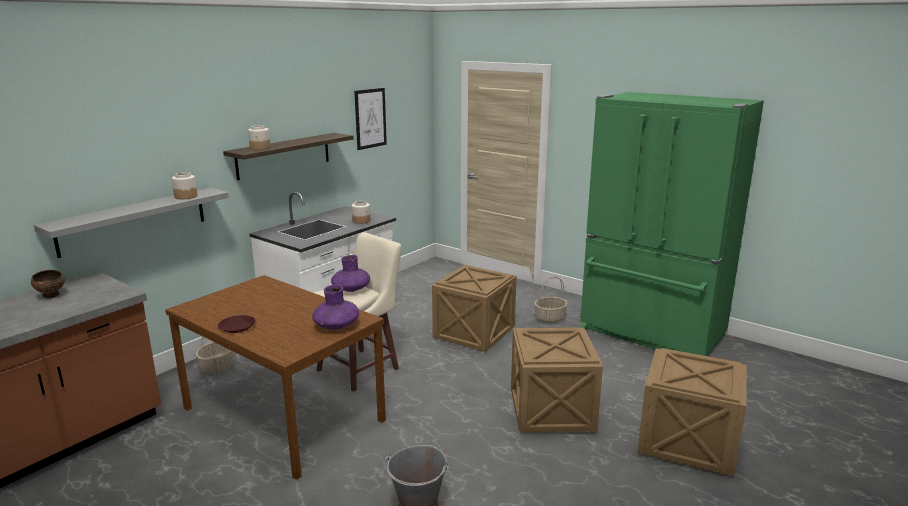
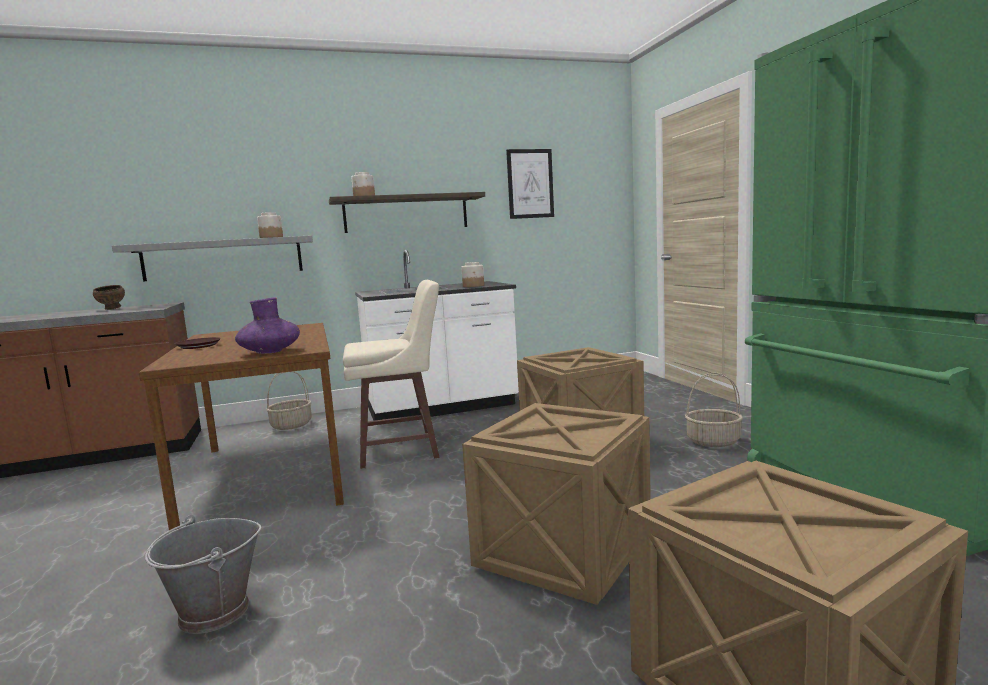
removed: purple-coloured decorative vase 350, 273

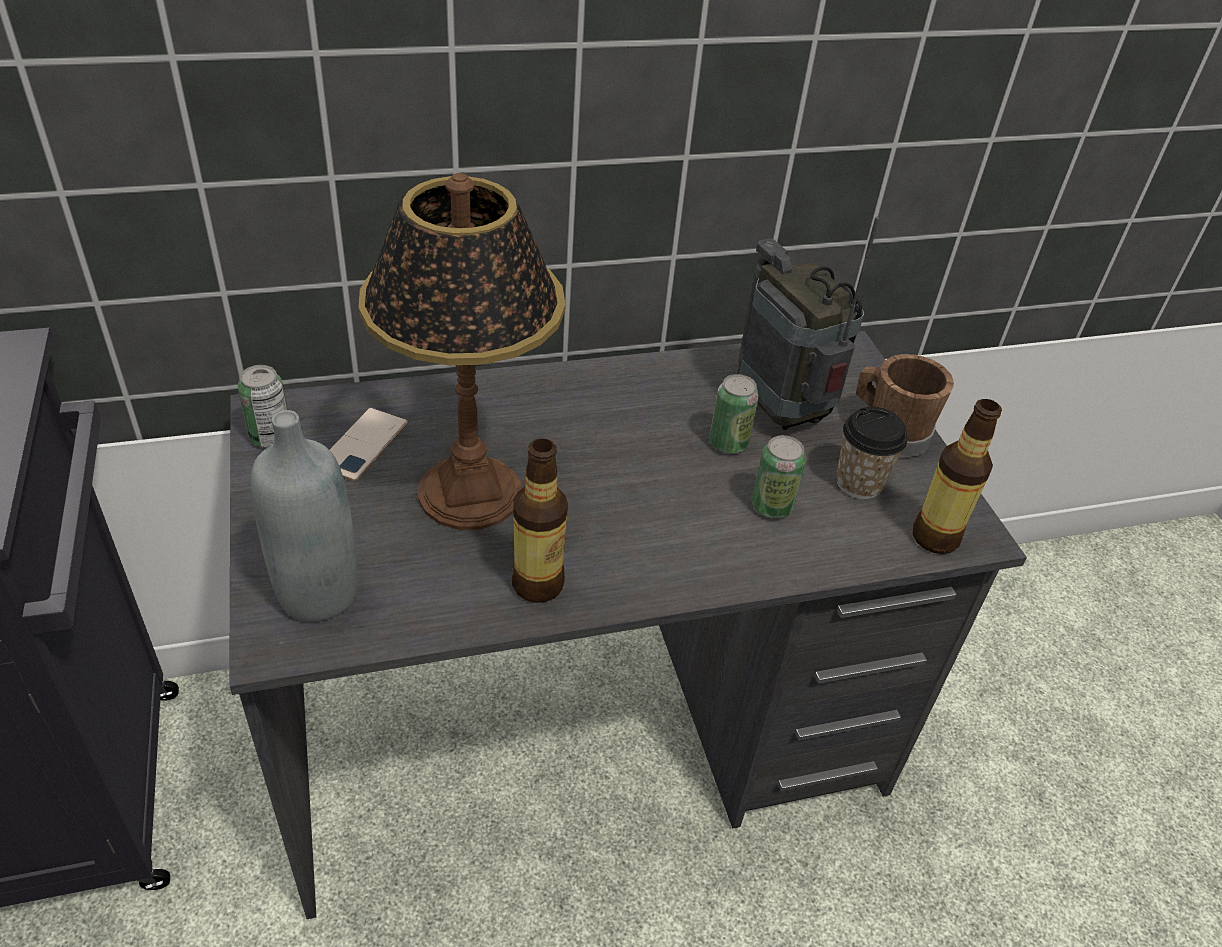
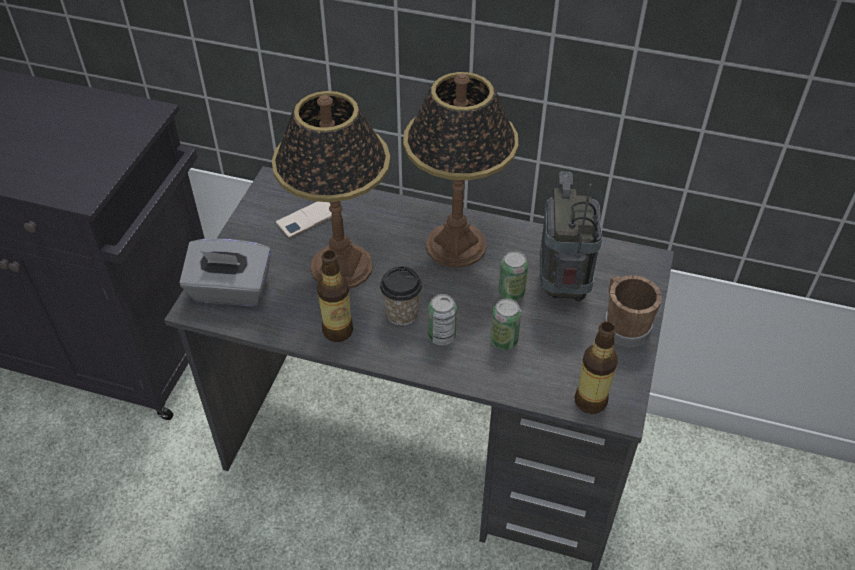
added: lamp for a table 460, 170
moved: can 263, 406 to 442, 320; cup 871, 453 to 401, 296
replaced: grey bottle 304, 516 to grey box of tissues 225, 272

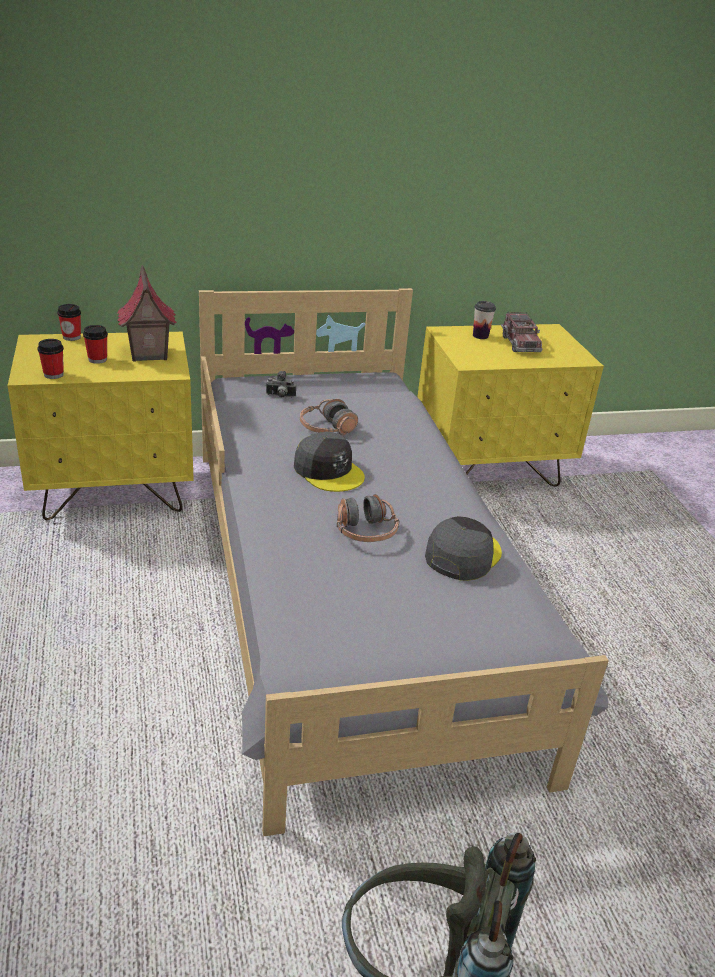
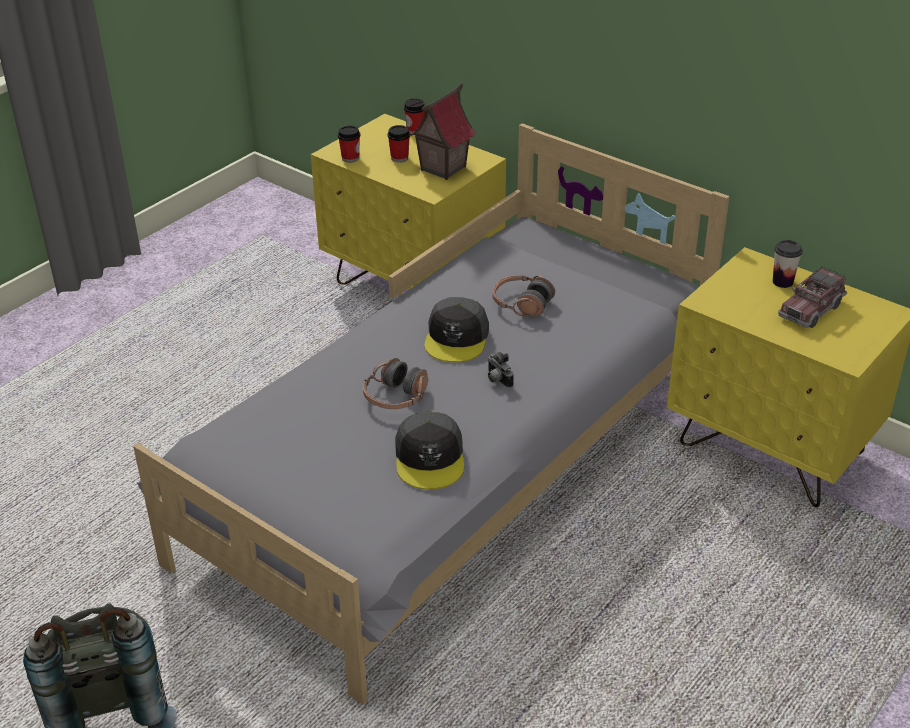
moved: still camera 281, 384 to 501, 370
turned: grey peaked cap 463, 548 = 429, 450 90 degrees clockwise

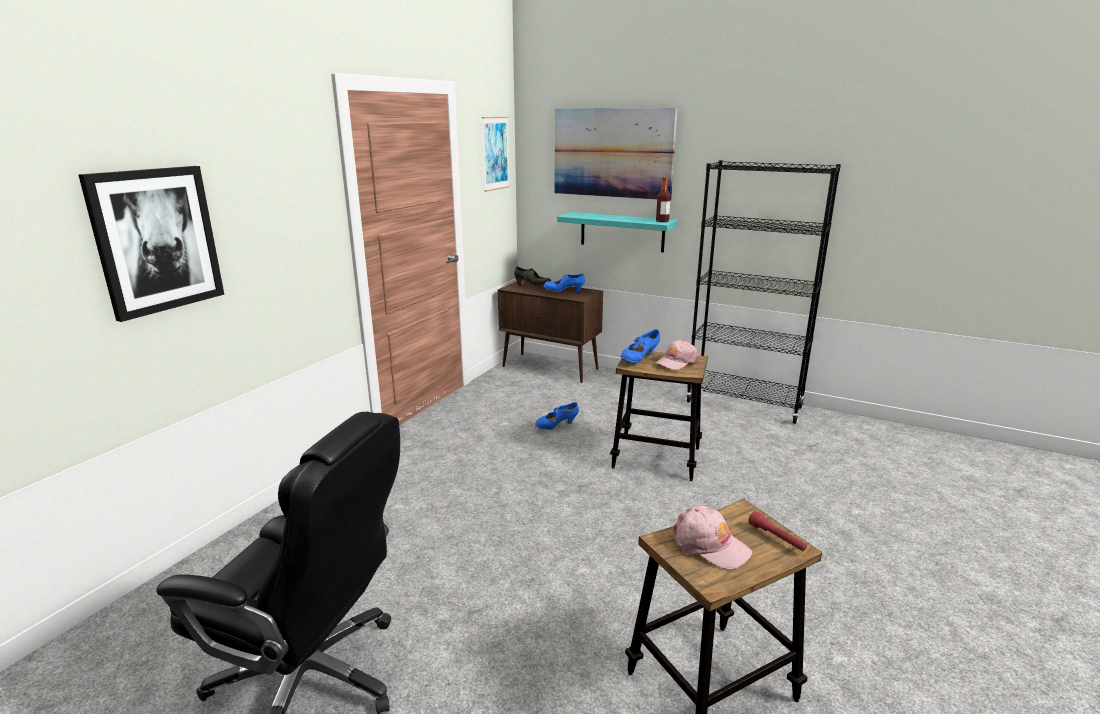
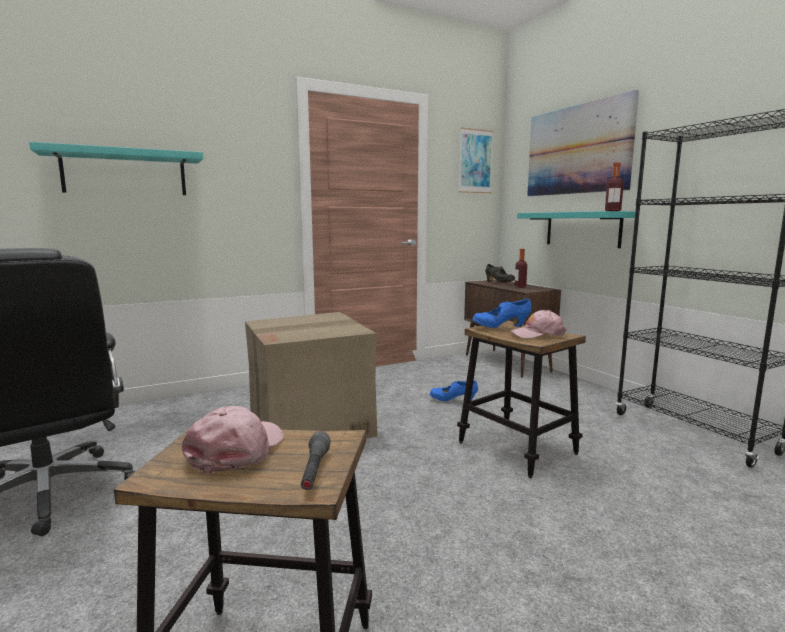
added: packing box 311, 375
replaced: wall picture 151, 244 to turquoise-coloured bracket shelf 116, 168; blue item of footwear 564, 282 to bottle 520, 268
recoloured: reddish flashlight 778, 531 to grey flashlight 316, 460
turned: pink-coloured peaked cap 712, 537 = 233, 440 150 degrees counterclockwise

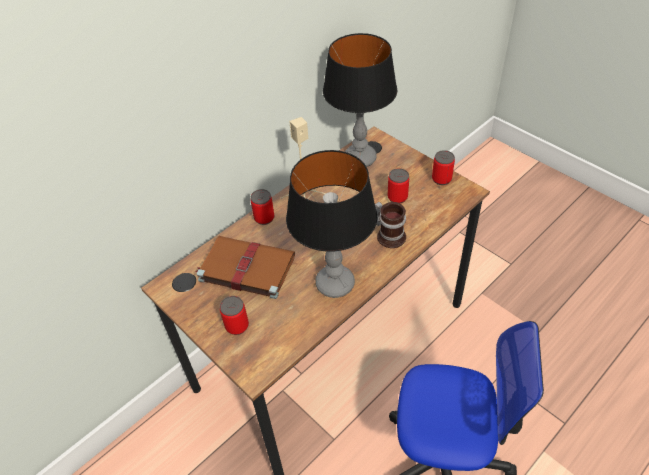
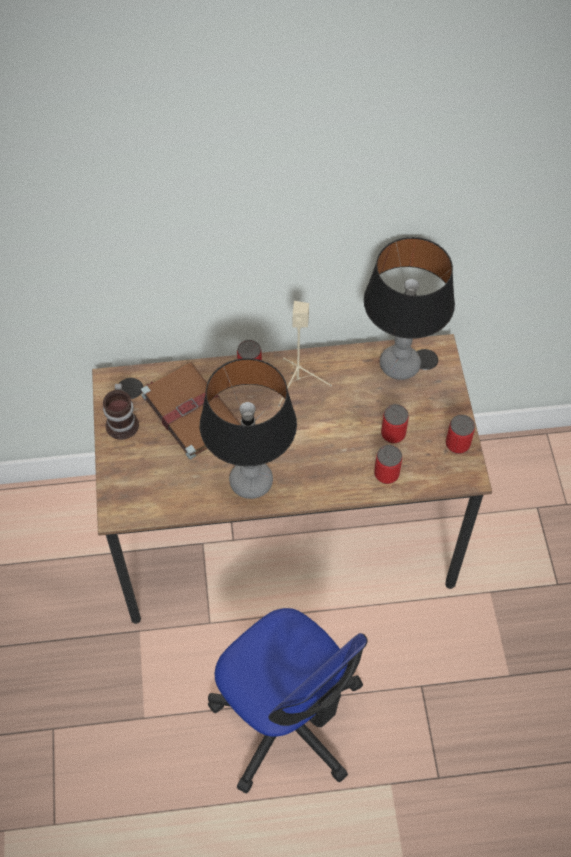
moved: can 234, 315 to 388, 464; coffee mug 390, 225 to 121, 411

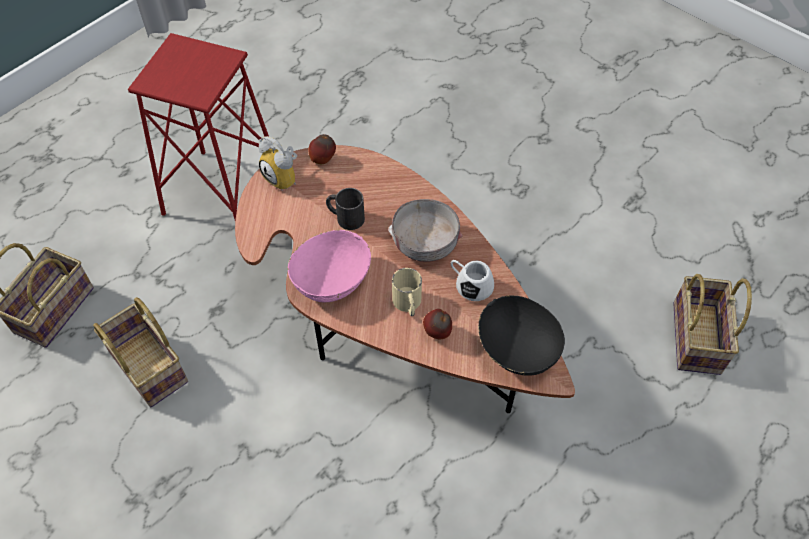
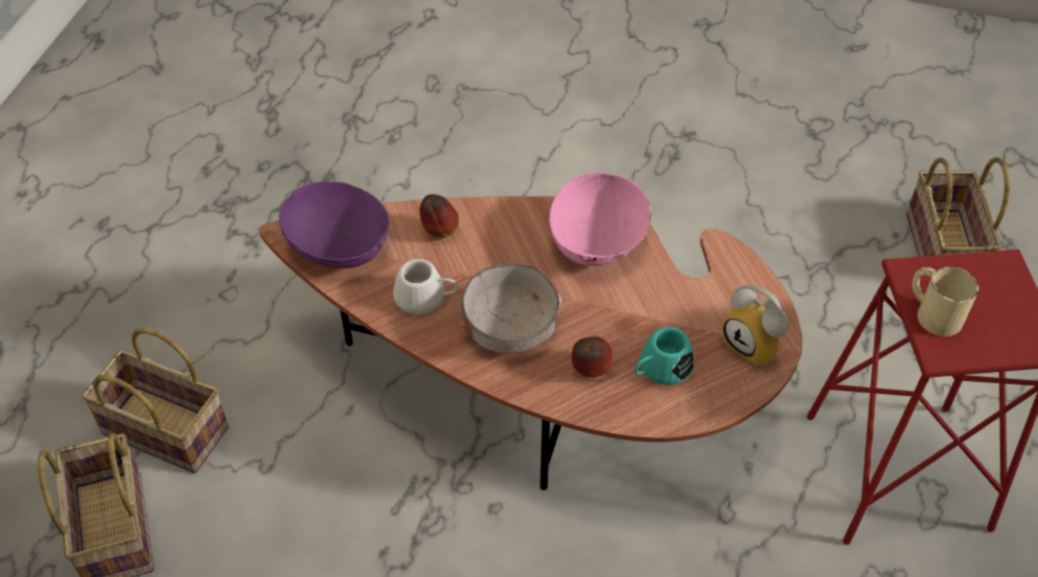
removed: black-coloured coffee mug 345, 209
added: turquoise-coloured coffee mug 664, 356
moved: basket 140, 352 to 155, 400; apple fruit 322, 149 to 592, 356; beige-coloured coffee mug 407, 292 to 945, 302
recoloured: black-coloured serving bowl 521, 335 to purple-coloured serving bowl 334, 224
turned: table clock 278, 163 = 756, 325 150 degrees counterclockwise

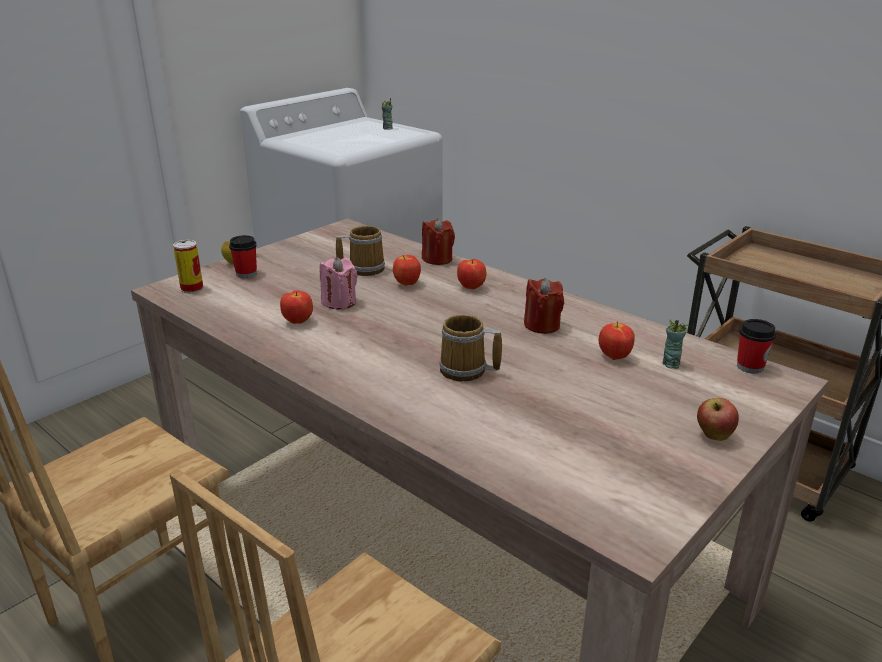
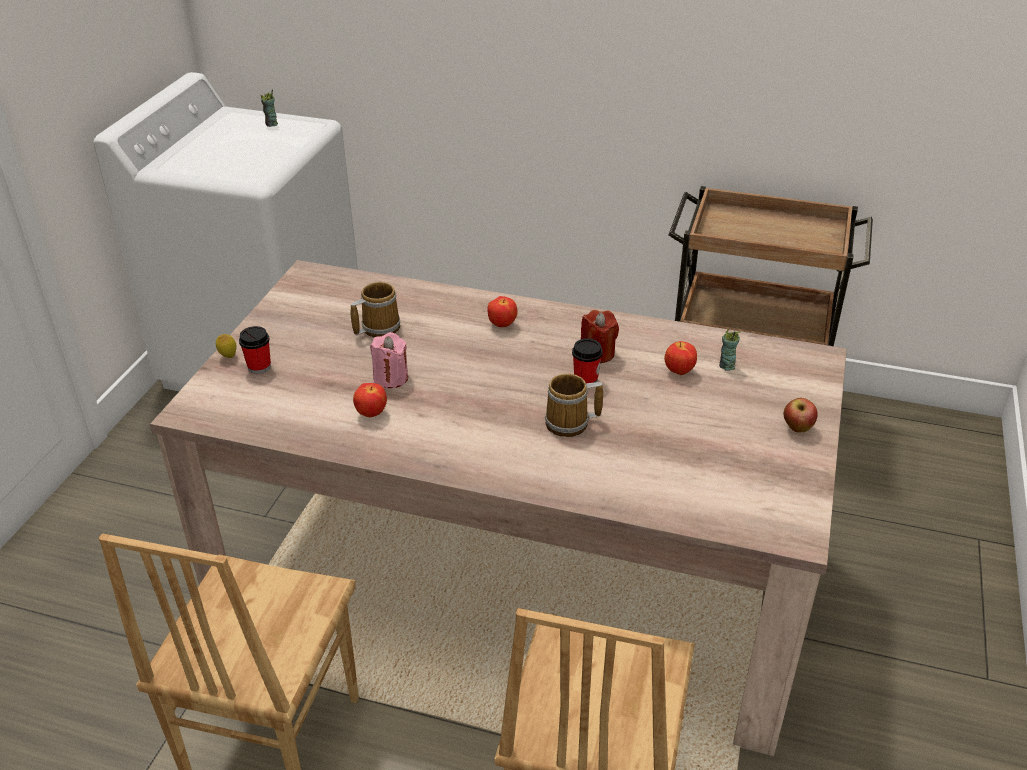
removed: can 188, 266; apple fruit 407, 270; reddish candle 438, 241
moved: cup 756, 346 to 587, 360

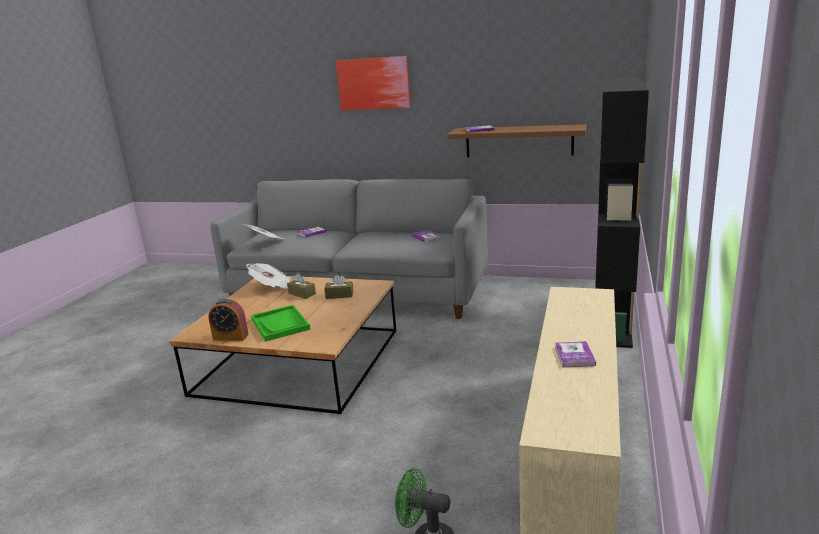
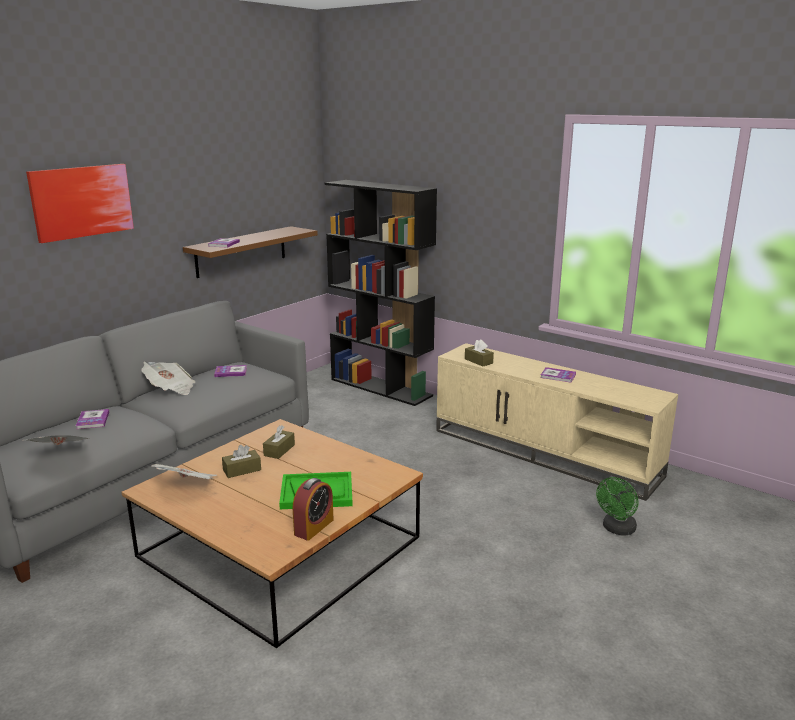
added: printed paper 168, 378; brown box of tissues 479, 352

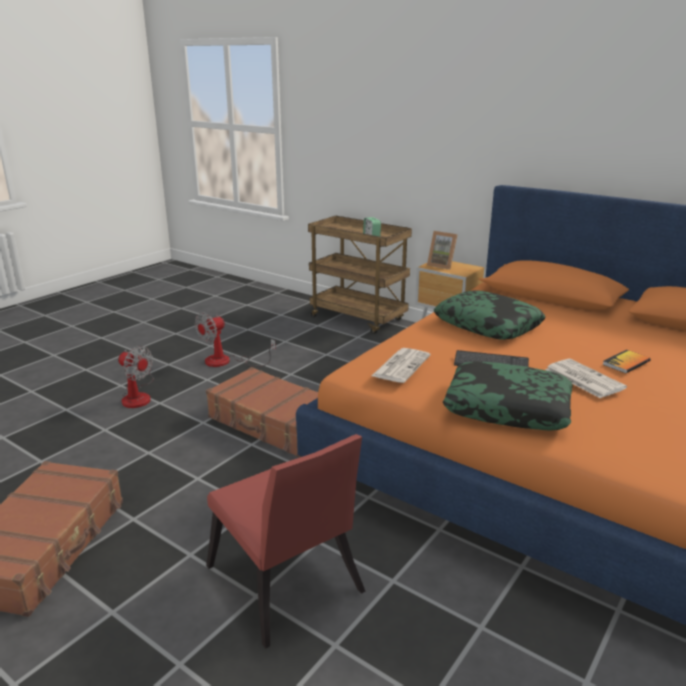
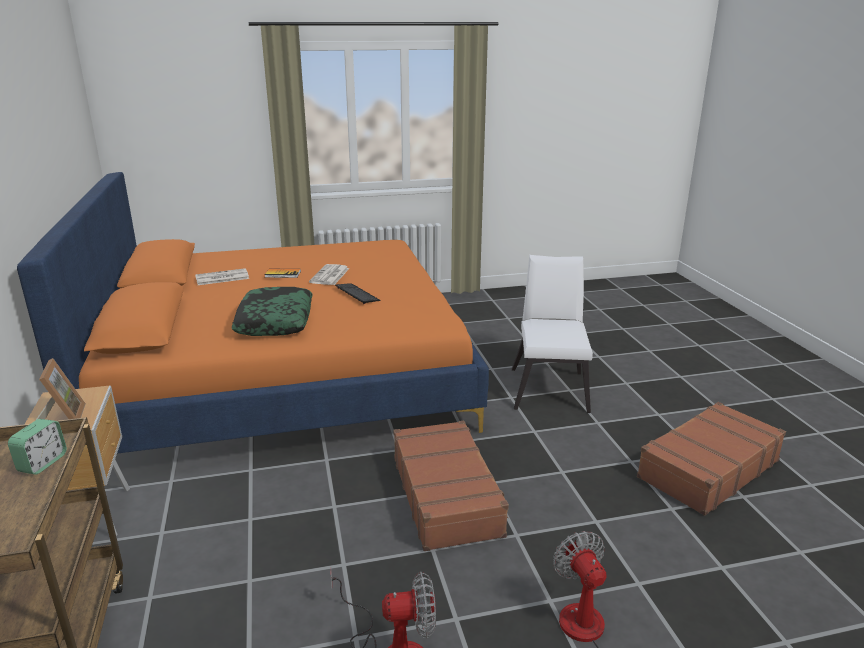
removed: throw pillow 508, 396
moved: printed paper 401, 365 to 222, 276
recoloured: reddish plain chair 285, 541 to white-coloured plain chair 552, 334

